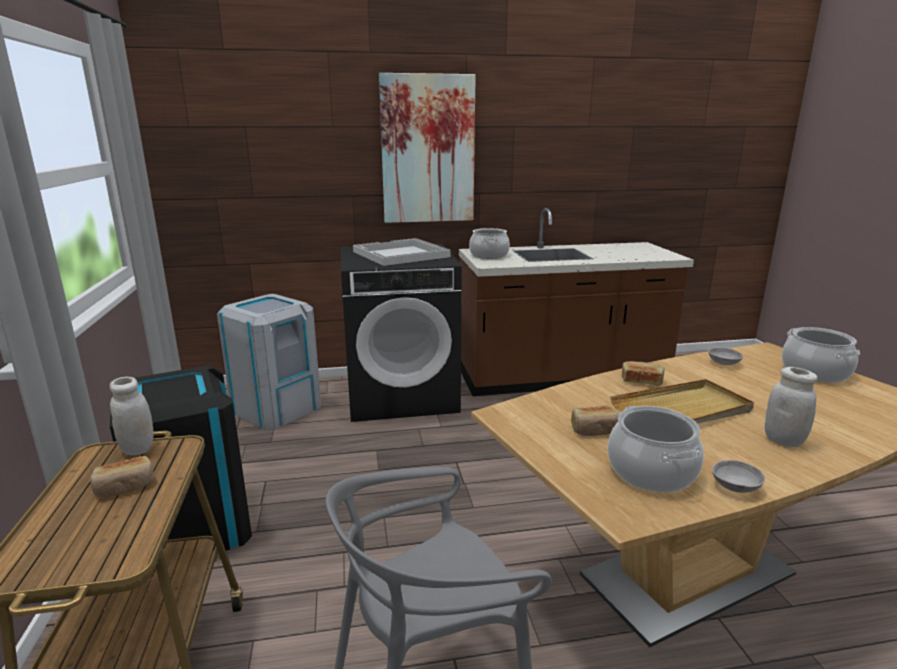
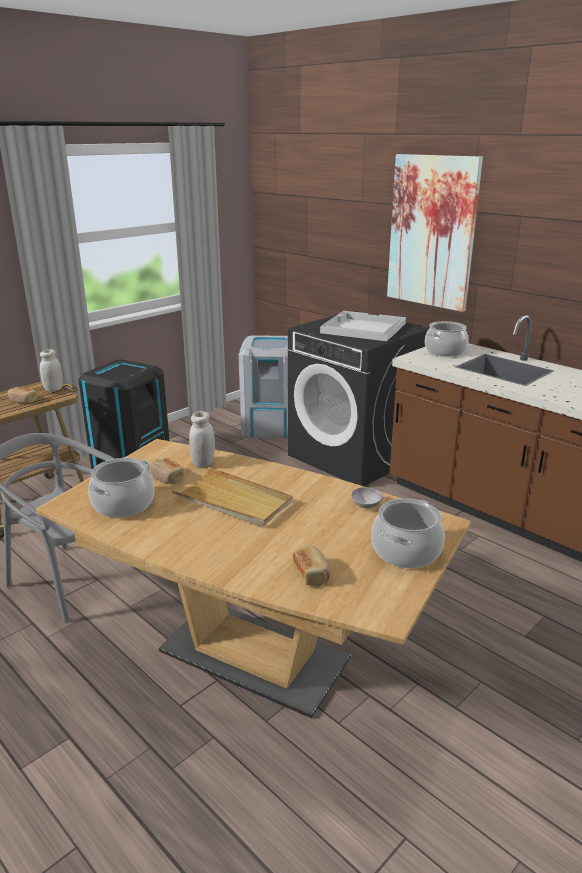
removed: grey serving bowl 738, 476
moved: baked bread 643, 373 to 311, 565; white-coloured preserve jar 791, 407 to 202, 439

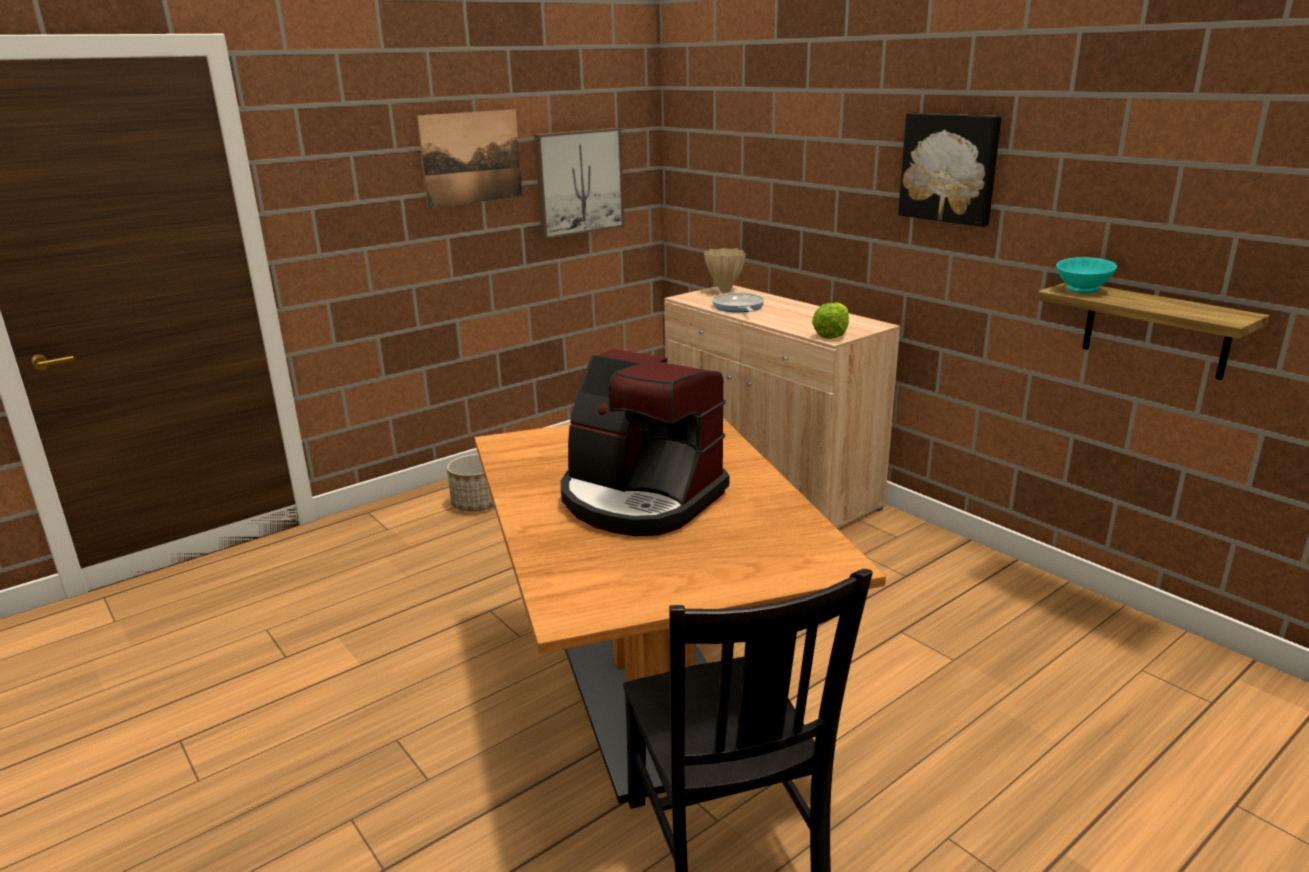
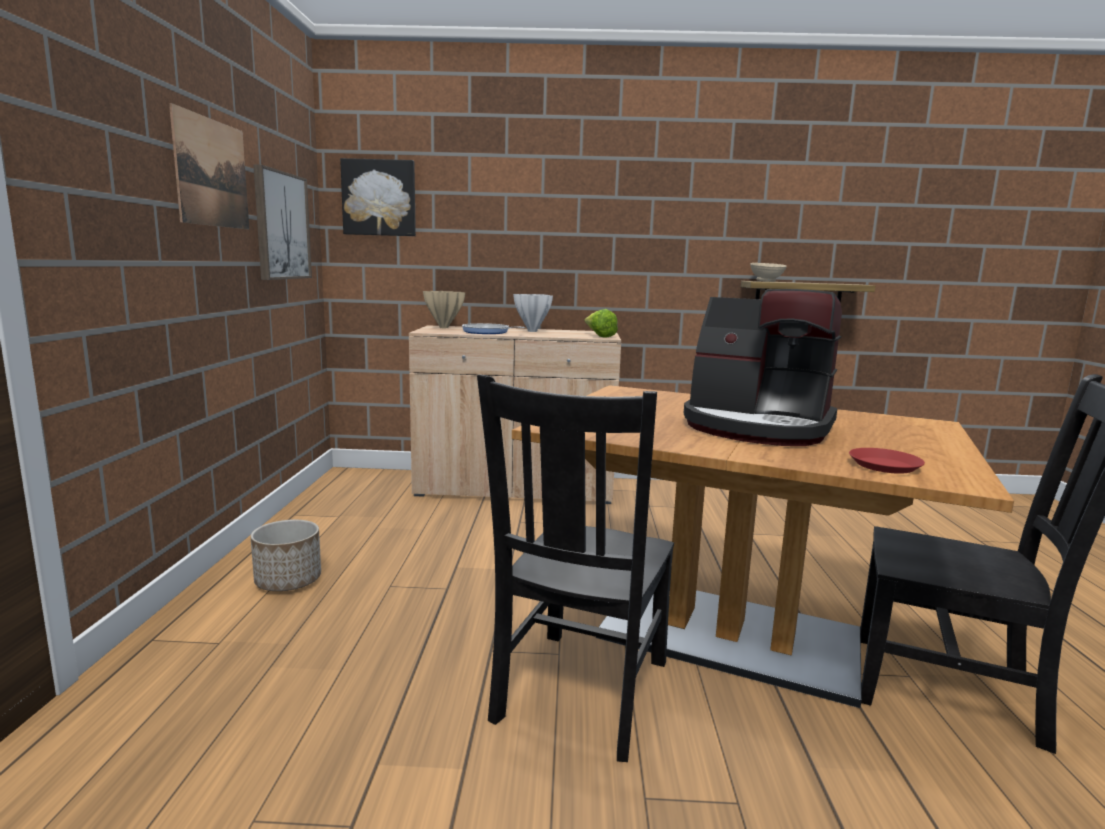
added: black-coloured plain chair 575, 568; white-coloured decorative vase 533, 313; reddish flat dish 887, 461
moved: wall picture 949, 170 to 378, 197
recoloured: turquoise-coloured serving bowl 1086, 275 to beige-coloured serving bowl 768, 272
turned: coffee machine 645, 442 = 763, 367 45 degrees clockwise

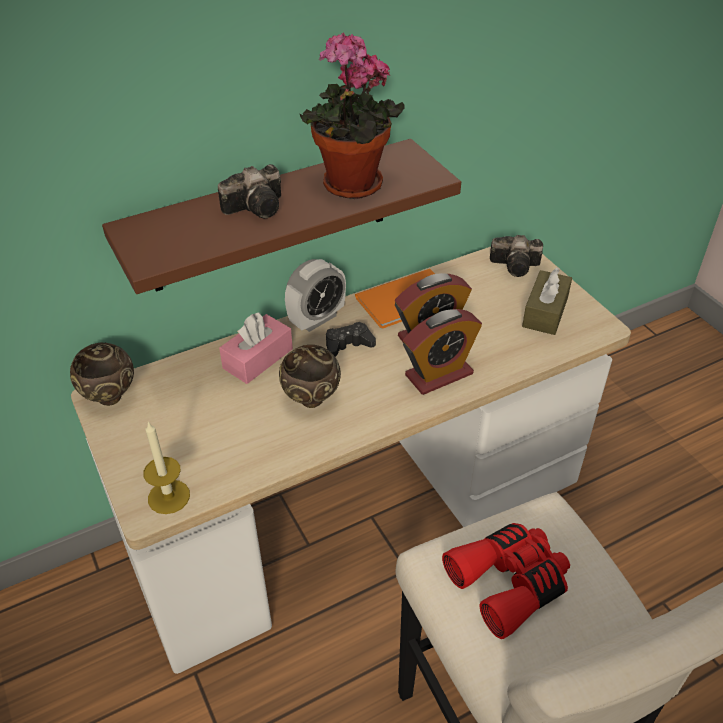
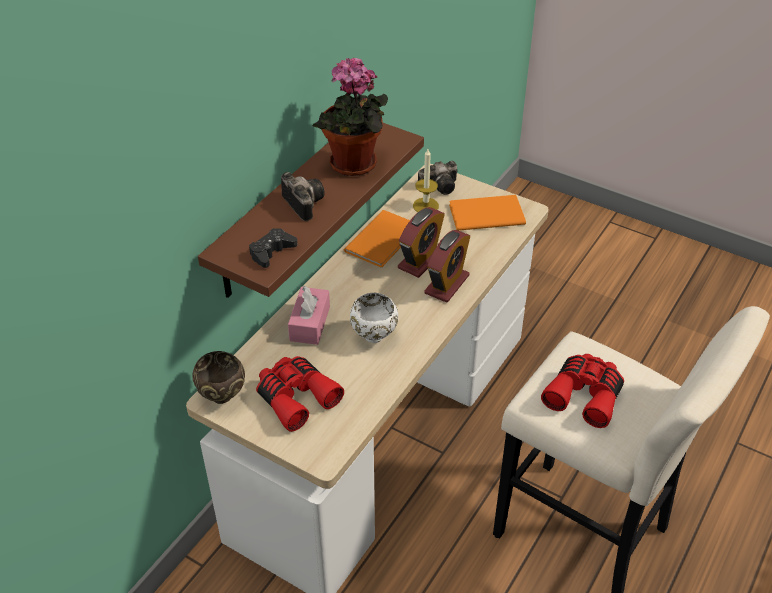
removed: table clock 315, 295
added: reddish pair of binoculars 300, 394
moved: candle 166, 468 to 426, 180; black-coloured gamepad 351, 339 to 273, 248
replaced: brown box of tissues 547, 301 to orangey volume 487, 213
recoloured: brown serving bowl 310, 376 to white-coloured serving bowl 374, 318
turned: still camera 249, 191 = 303, 196 60 degrees counterclockwise

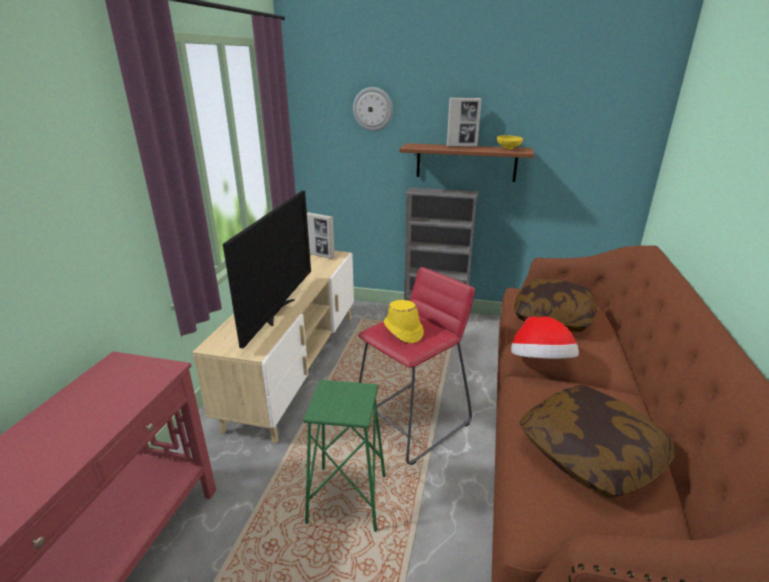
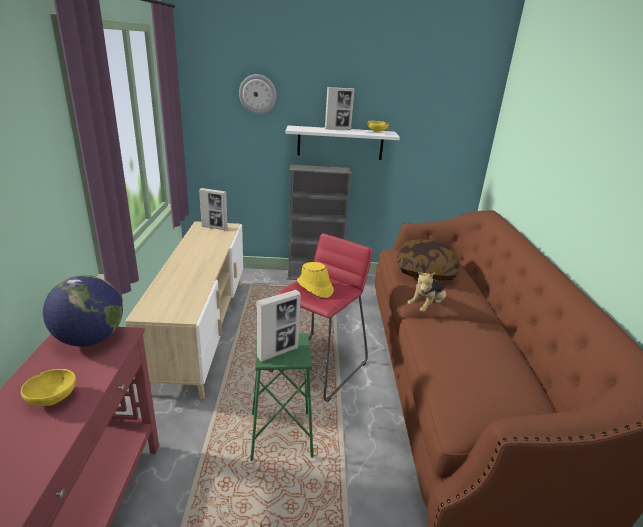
removed: TV set 267, 270; throw pillow 597, 441
added: yellowish serving bowl 48, 387; globe 83, 310; photo frame 278, 326
replaced: clothing hat 545, 337 to cuddly toy 426, 292
recoloured: brown bracket shelf 466, 162 to white-coloured bracket shelf 342, 143

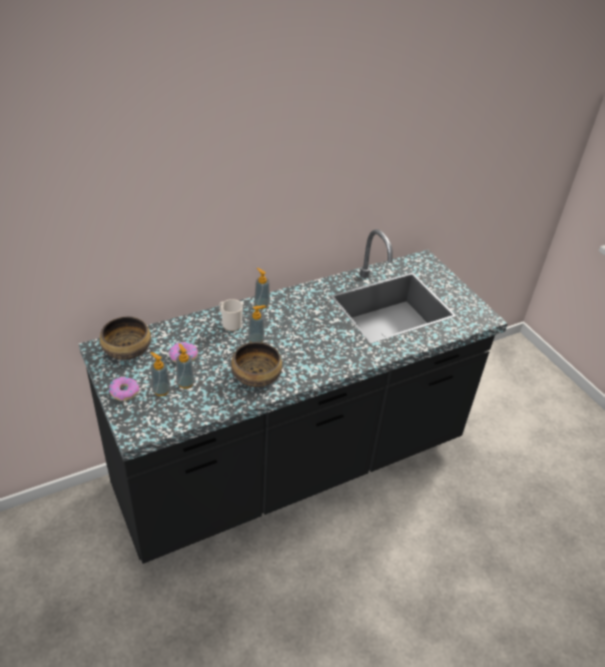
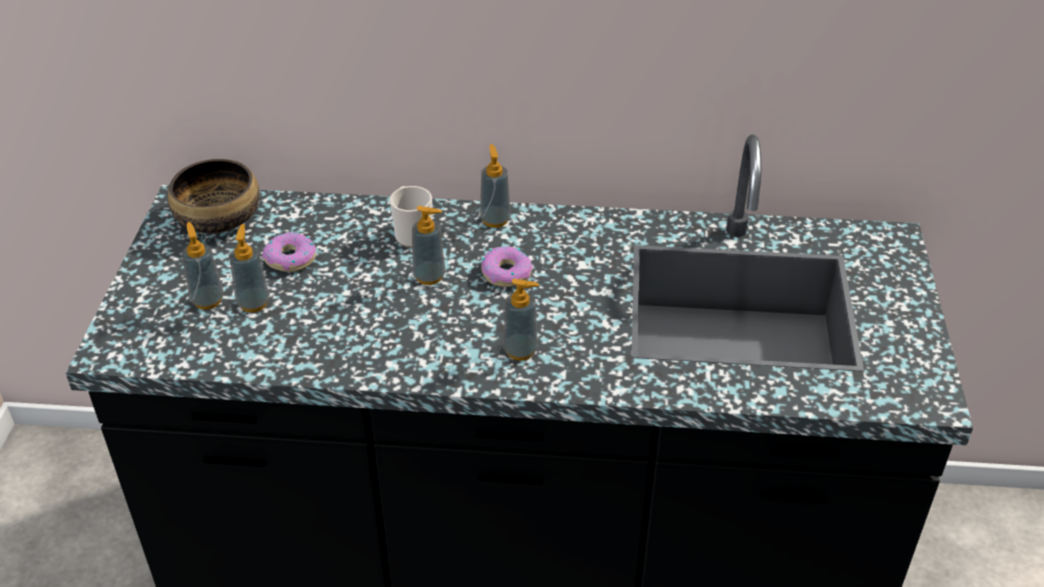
removed: serving bowl 256, 364
added: liquid soap bottle 521, 319
moved: ring doughnut 124, 388 to 507, 266

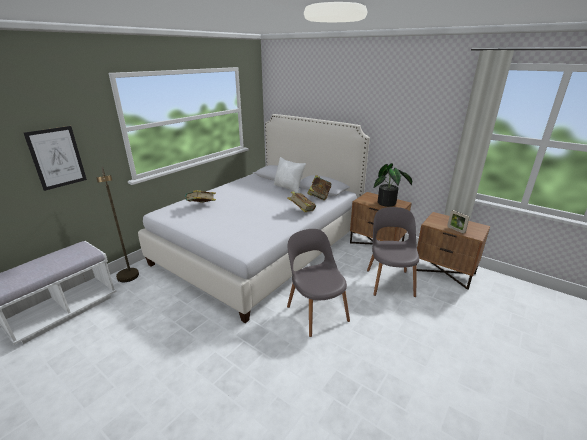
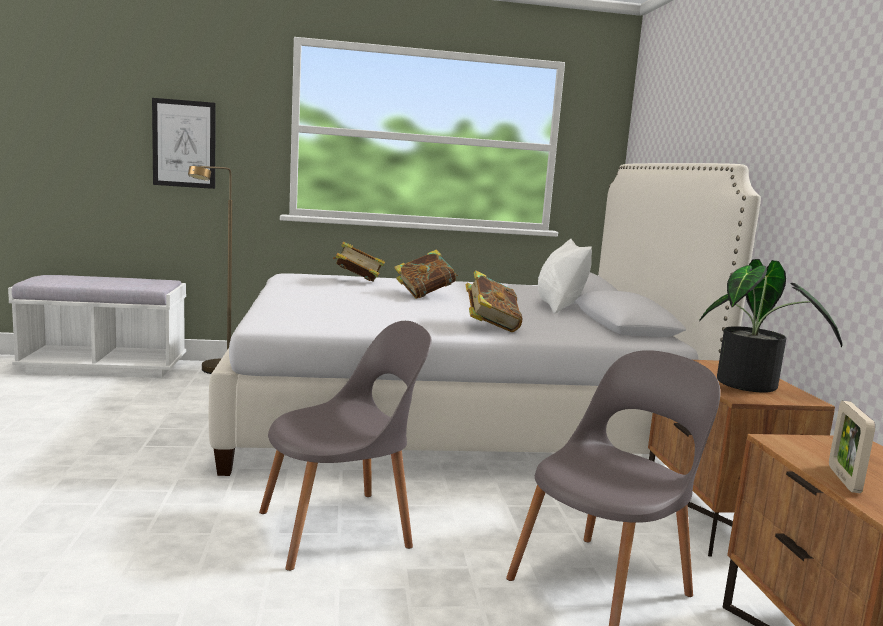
moved: volume 319, 187 to 426, 274
turned: grey plain chair 318, 283 = 345, 446 45 degrees clockwise

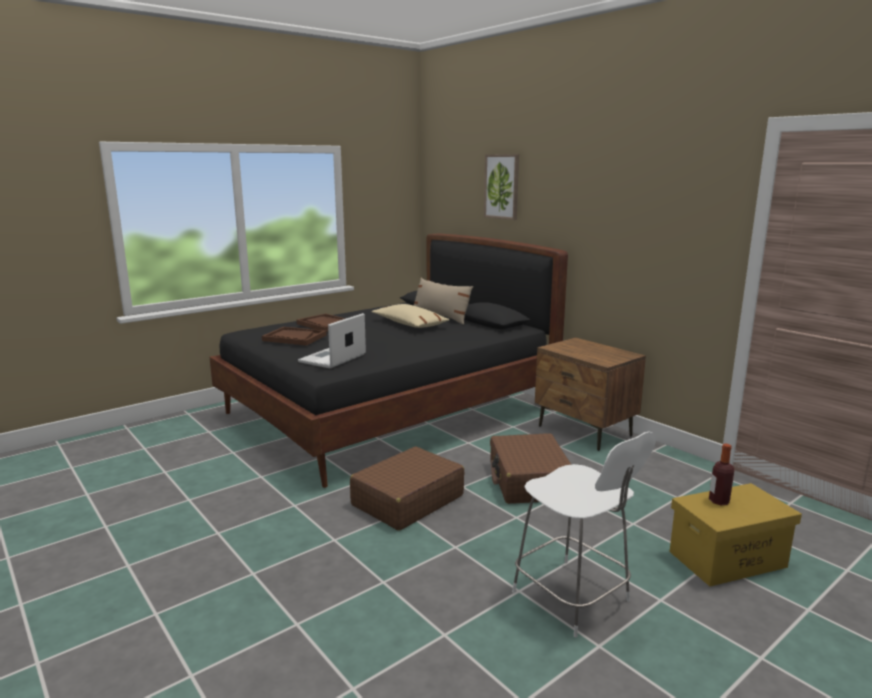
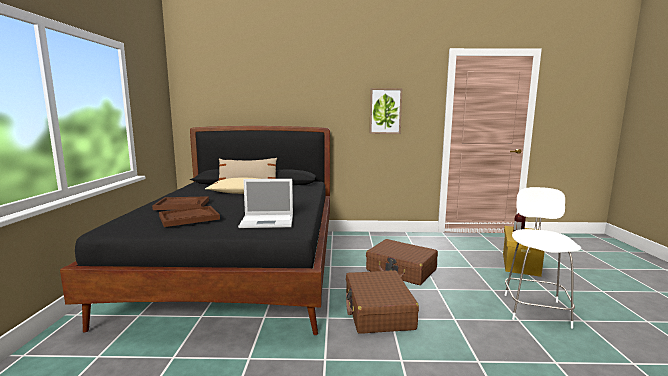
removed: brown night table 590, 394
moved: wall picture 501, 187 to 385, 111
turned: laptop 332, 341 = 265, 203 75 degrees counterclockwise; white-coloured plain chair 584, 534 = 543, 258 75 degrees counterclockwise

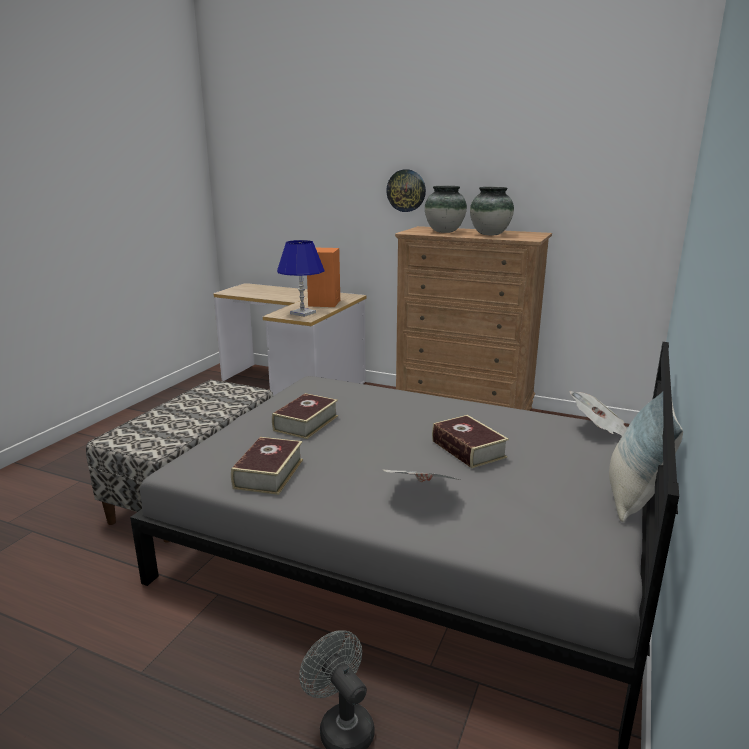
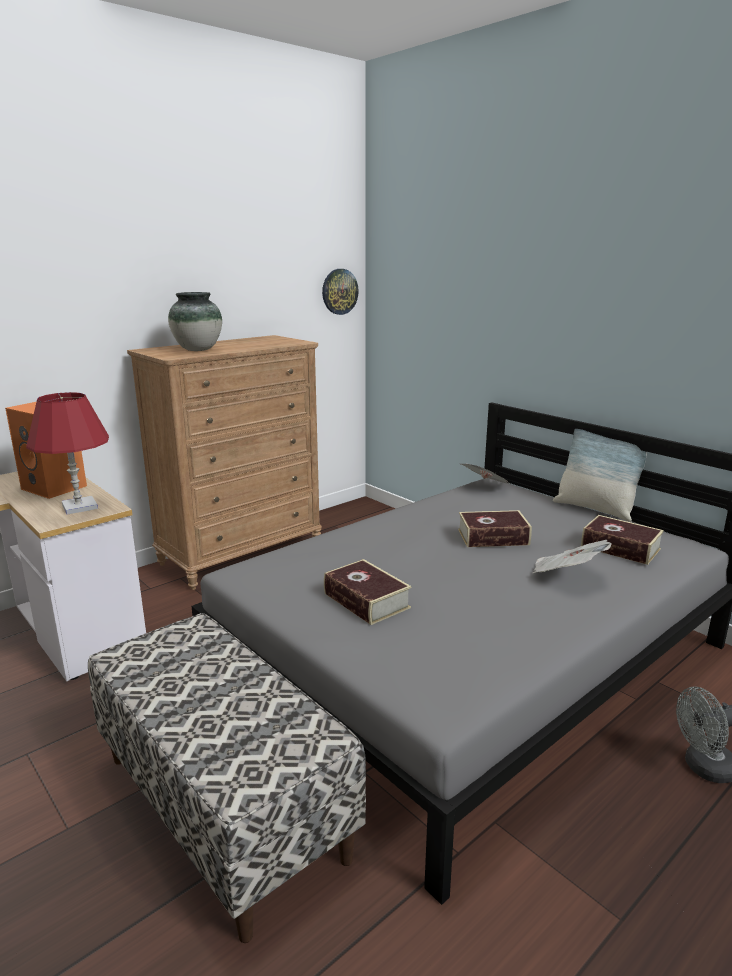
removed: decorative vase 492, 211
moved: volume 267, 466 to 622, 540; hanging clock 406, 190 to 340, 292
recoloured: blue lamp for a table 301, 278 to reddish lamp for a table 67, 453

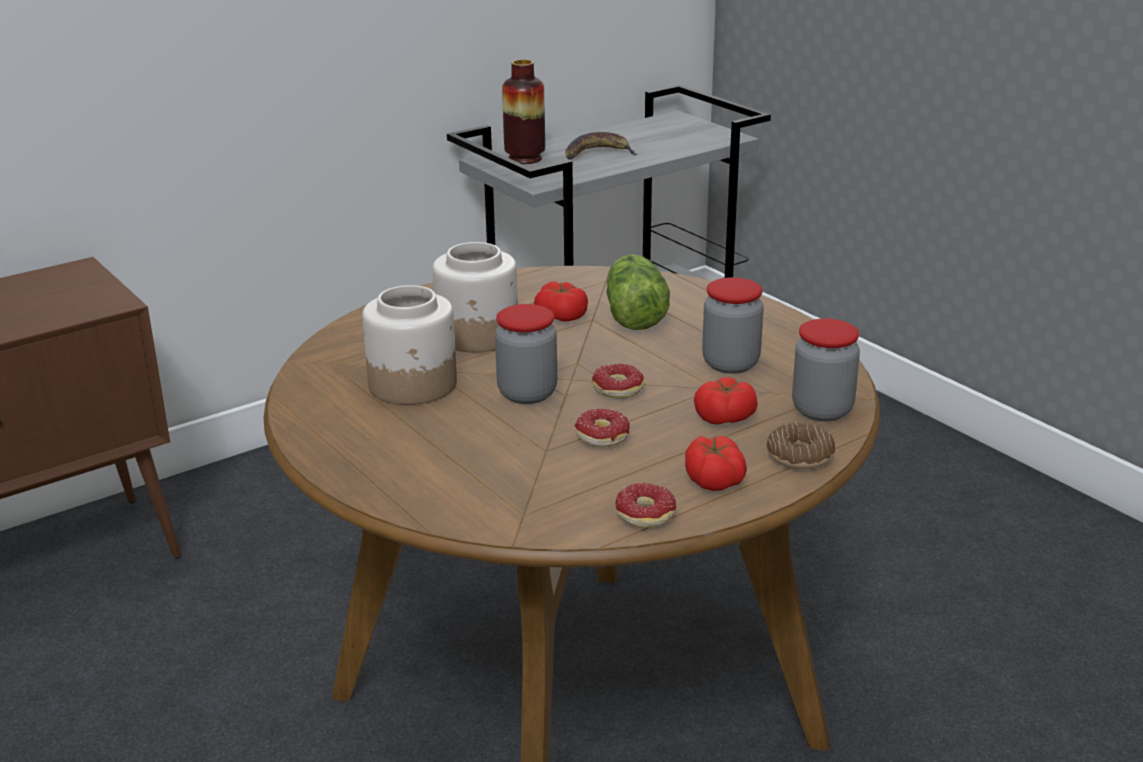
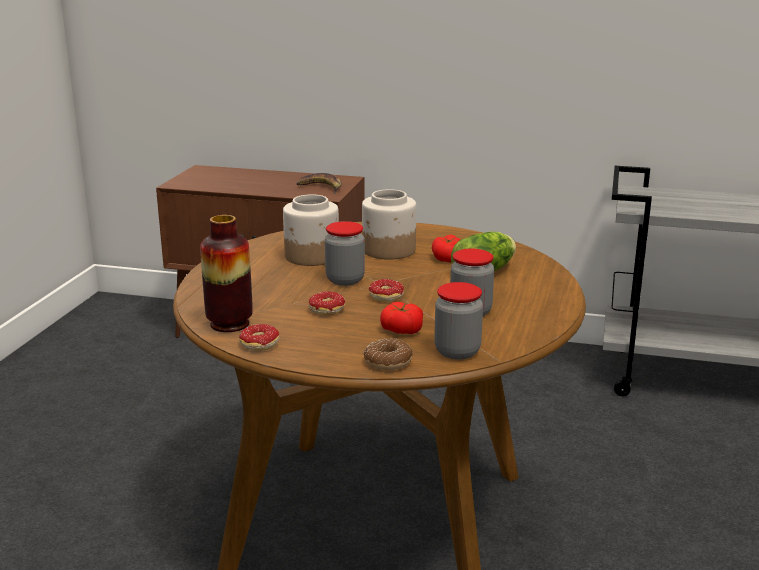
removed: whole tomato 716, 463
moved: decorative vase 523, 112 to 226, 273; whole banana 601, 146 to 319, 183

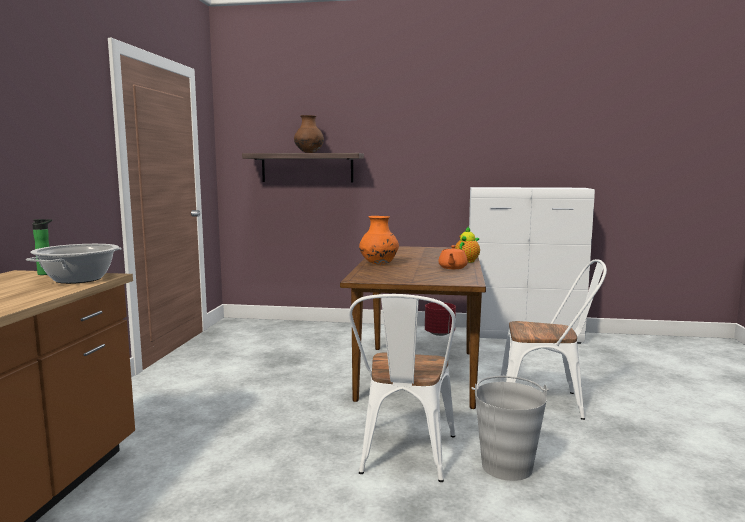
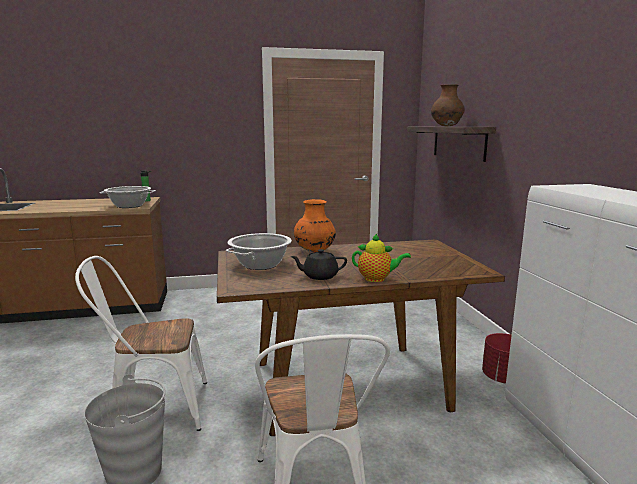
added: saucepot 259, 251
recoloured: orangey tea pot 453, 257 to black-coloured tea pot 318, 264

